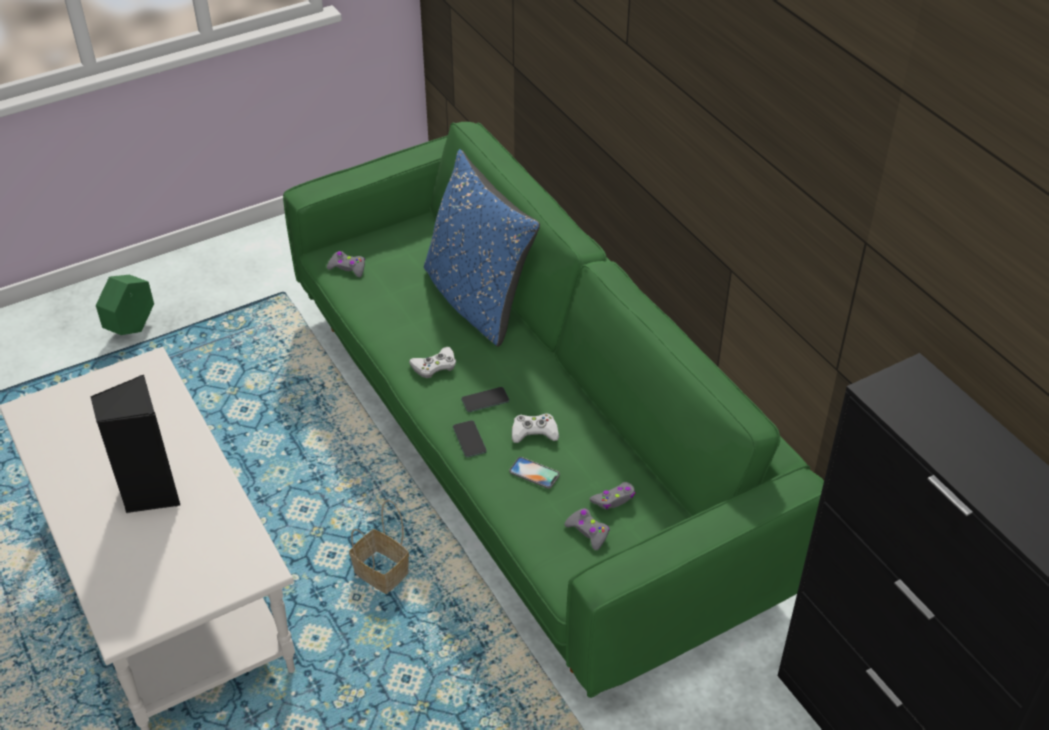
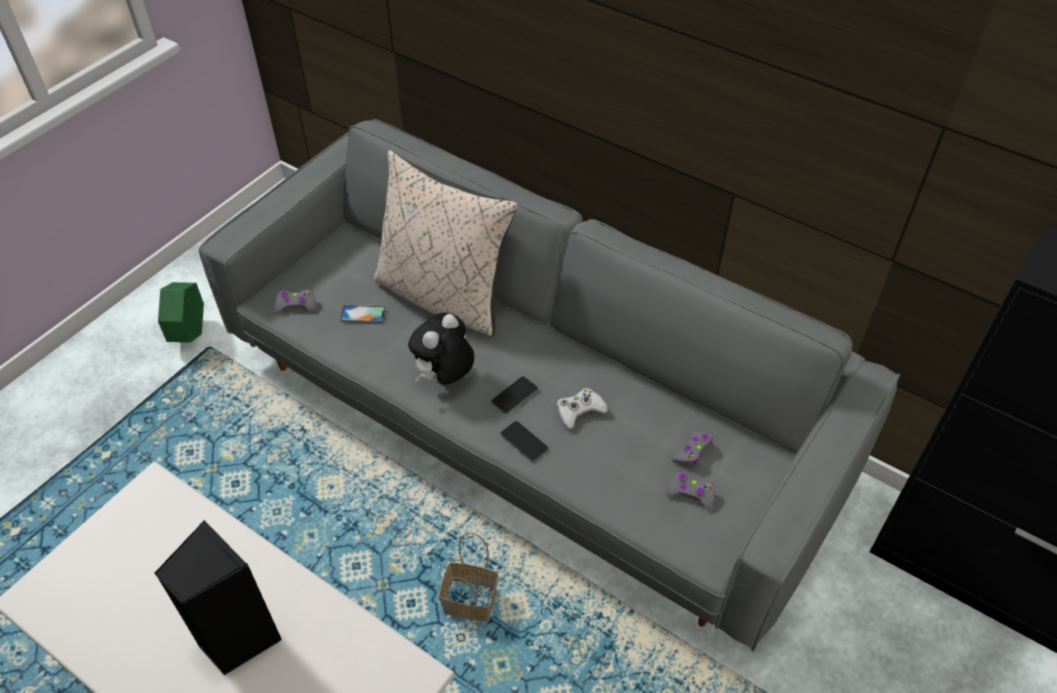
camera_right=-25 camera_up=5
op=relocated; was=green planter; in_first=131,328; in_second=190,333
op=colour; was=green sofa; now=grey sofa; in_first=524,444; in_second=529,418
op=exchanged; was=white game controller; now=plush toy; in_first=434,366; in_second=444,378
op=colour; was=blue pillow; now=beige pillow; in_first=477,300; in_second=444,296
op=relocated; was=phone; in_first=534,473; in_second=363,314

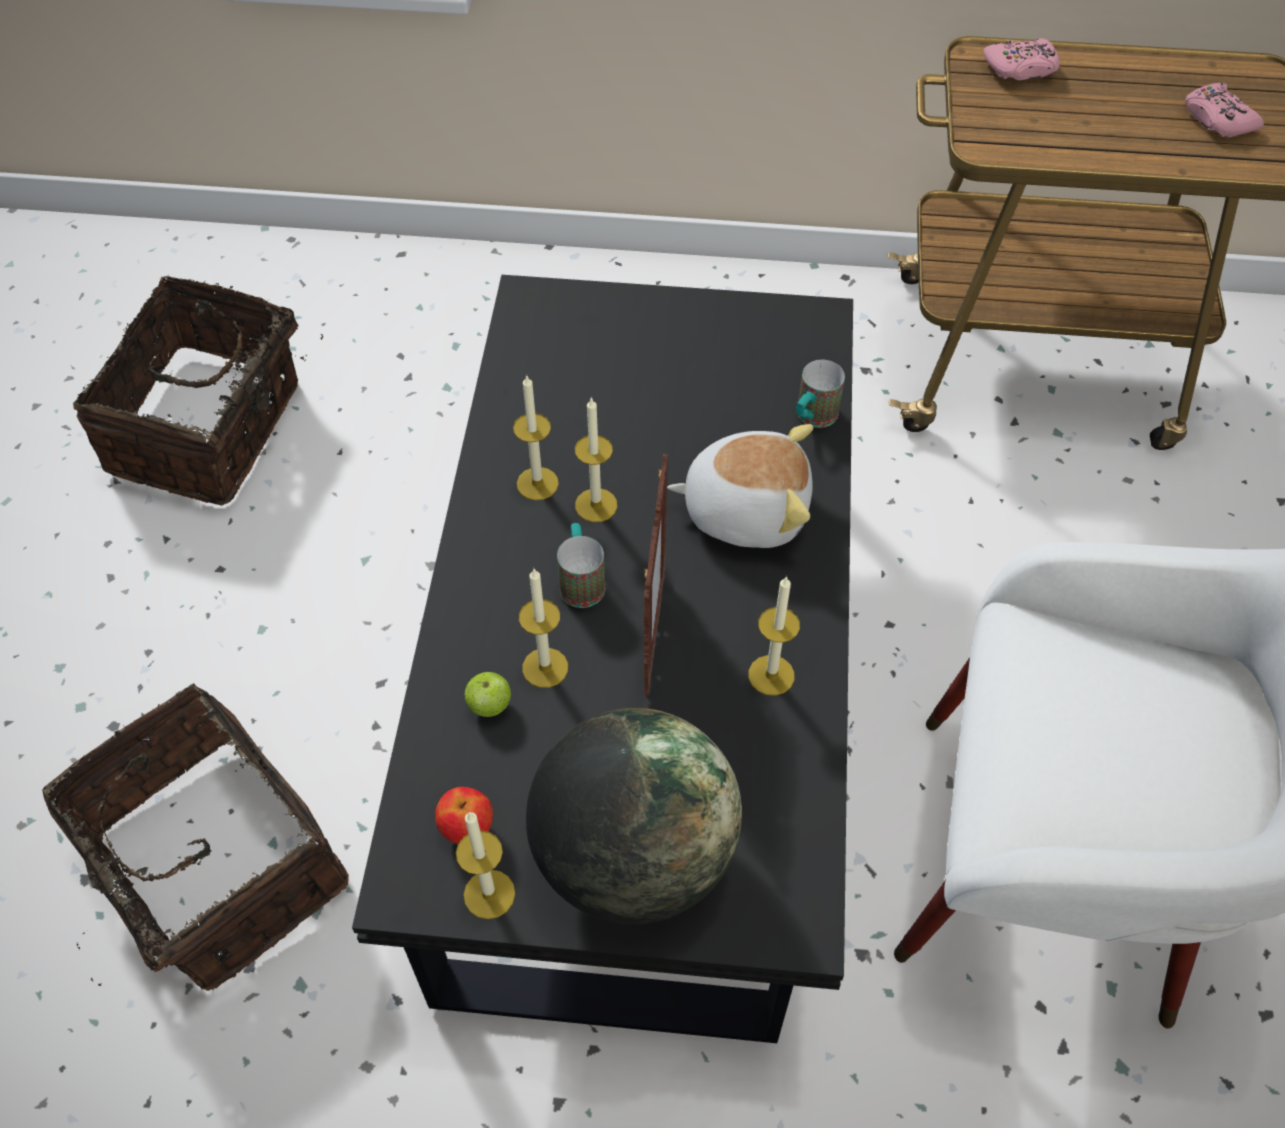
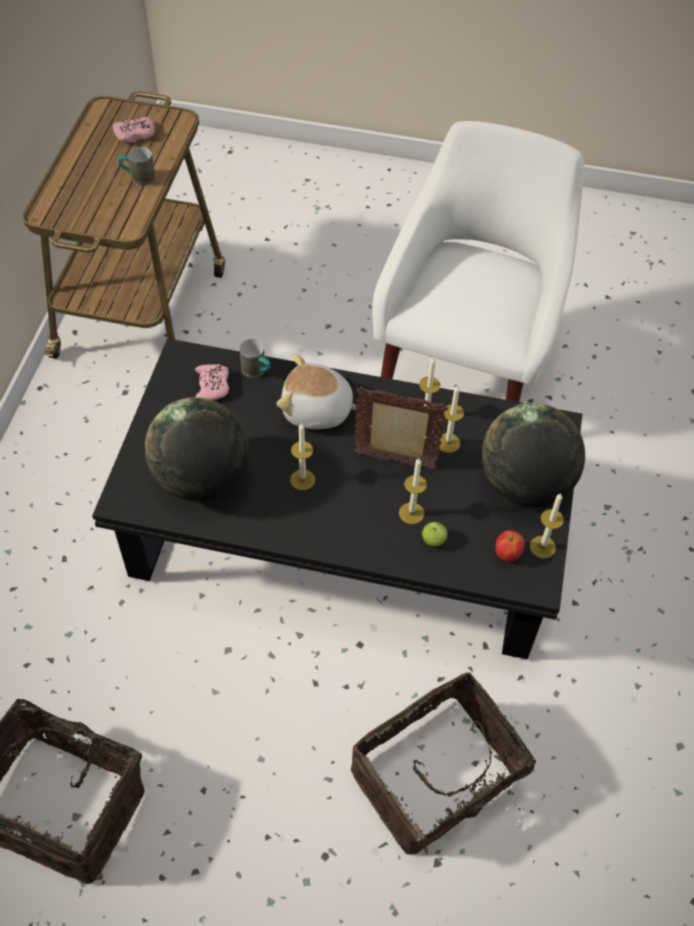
camera_right=-85 camera_up=0
op=relocated; was=candle; in_first=537,483; in_second=448,443
op=relocated; was=mug; in_first=581,580; in_second=138,178
op=spun; was=plush toy; in_first=746,509; in_second=317,410; clockwise=-90
op=relocated; was=pink game controller; in_first=1021,68; in_second=212,386
op=appeared; now=globe; in_second=202,479

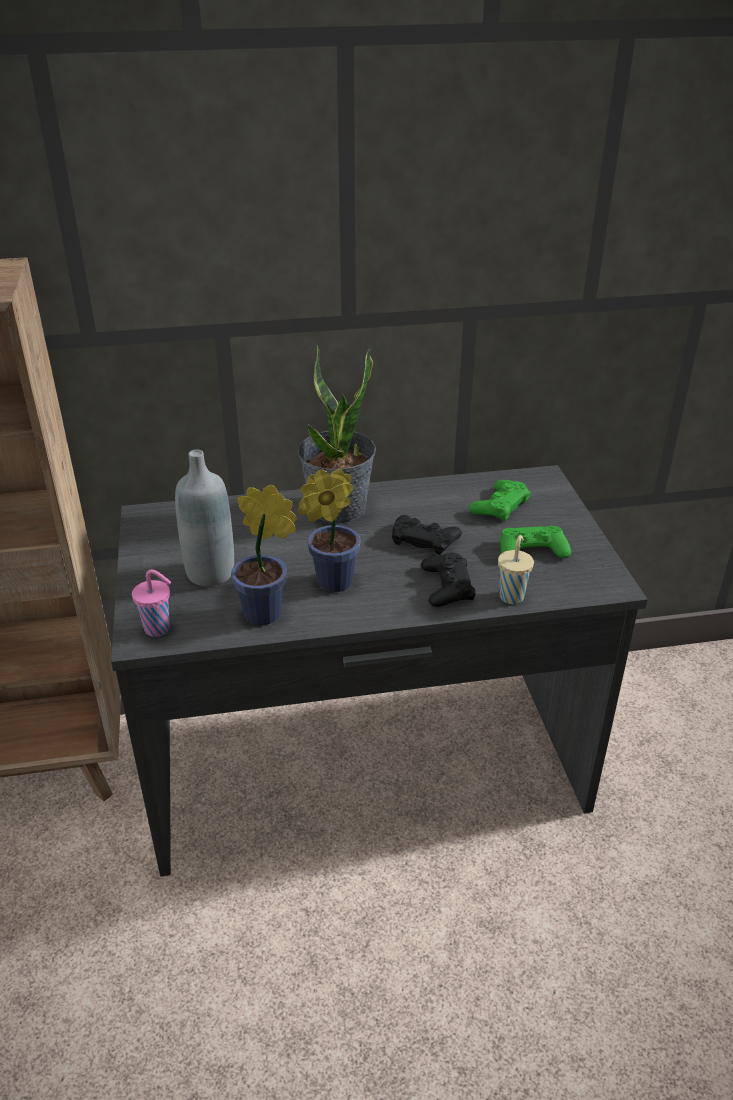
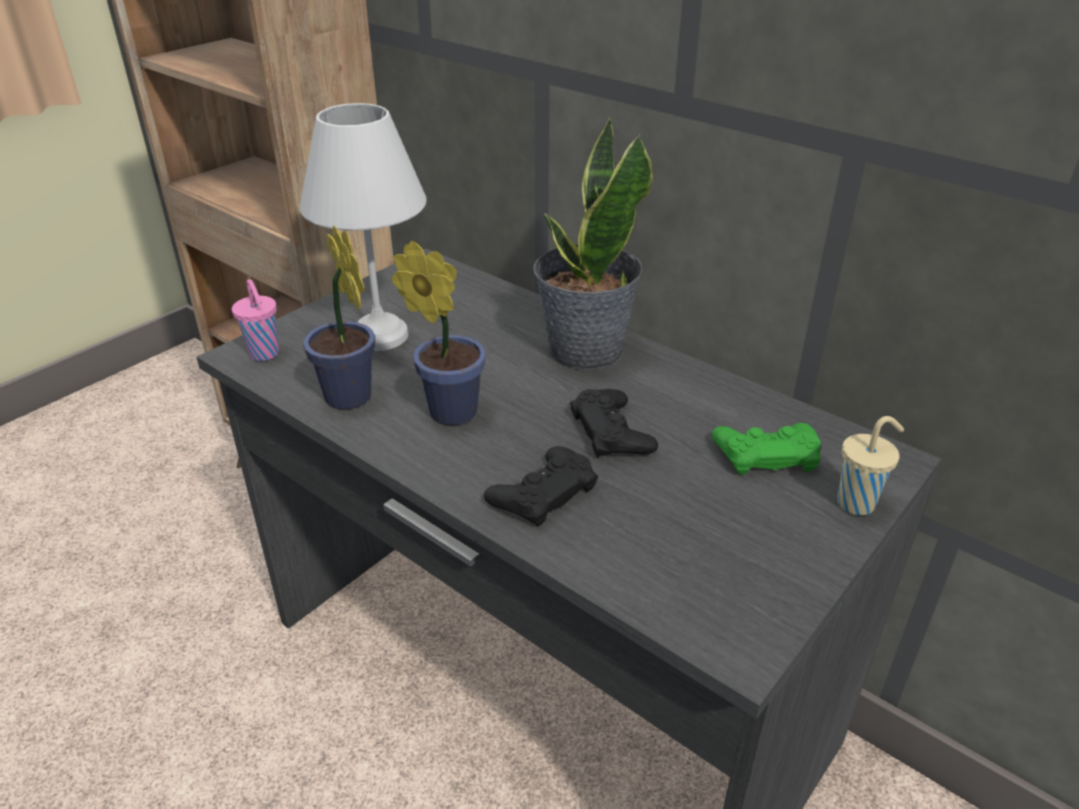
camera_right=50 camera_up=0
op=exchanged; was=grey bottle; now=white table lamp; in_first=210,573; in_second=379,337
op=relocated; was=beige cup; in_first=512,596; in_second=858,503
op=missing; was=green game controller; in_first=532,549

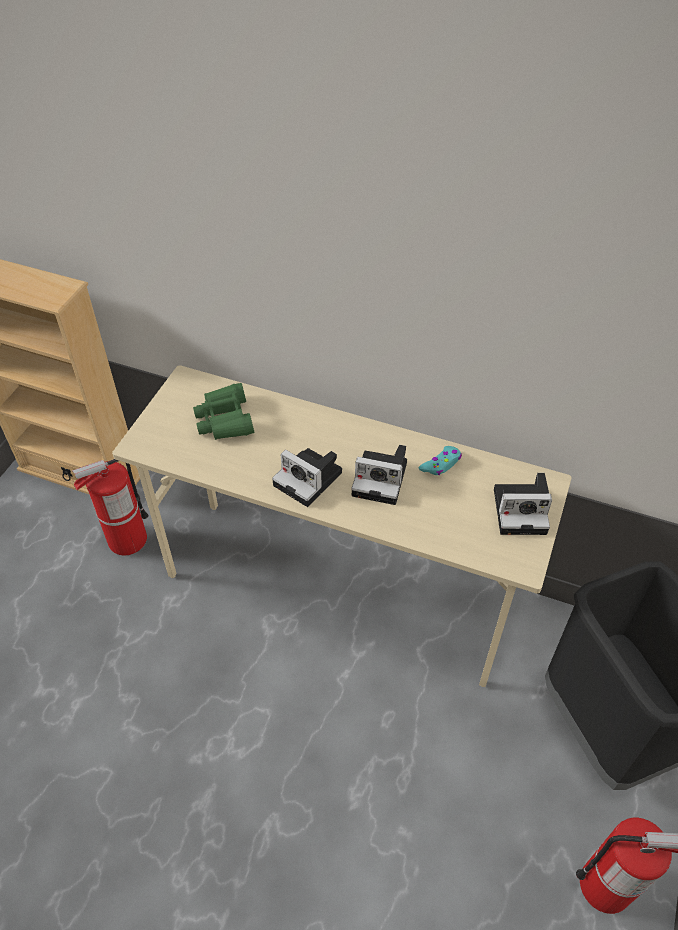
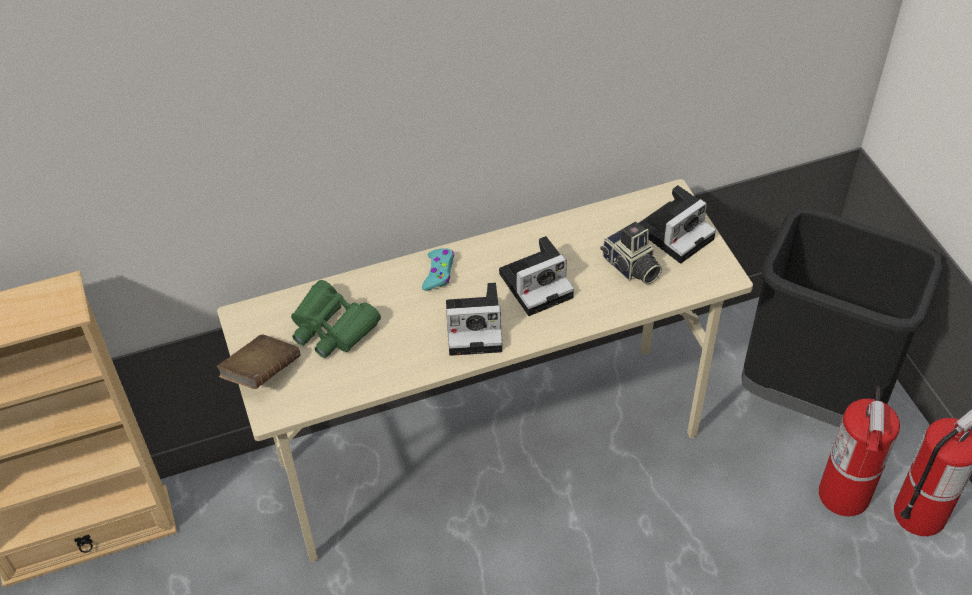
camera_right=-40 camera_up=0
op=relocated; was=fire extinguisher; in_first=127,540; in_second=844,495
op=relocated; was=turquoise game controller; in_first=441,464; in_second=438,273
op=appeared; now=brown book; in_second=261,373
op=appeared; now=photo camera; in_second=630,268

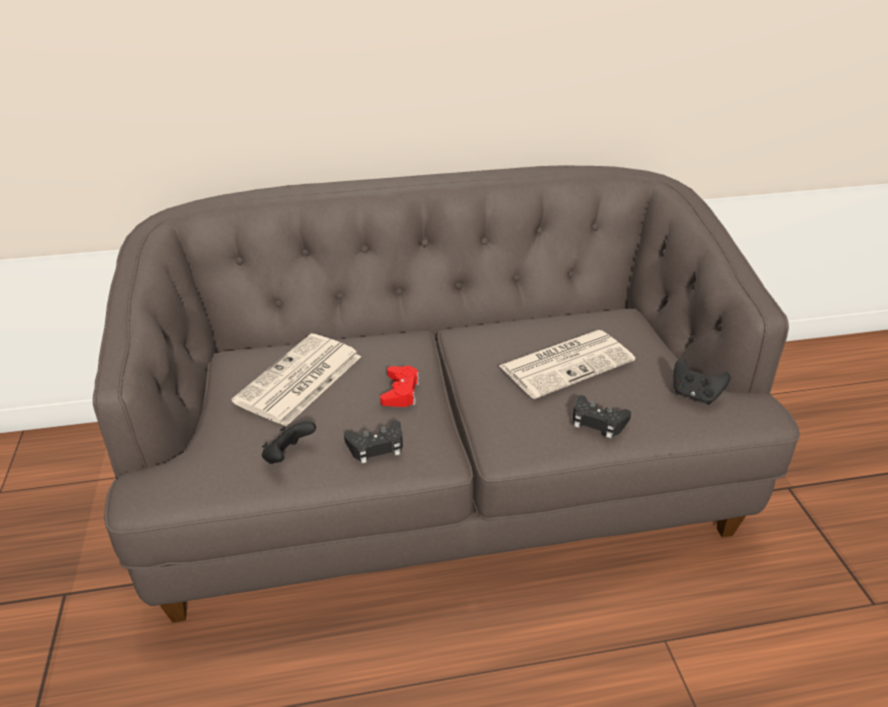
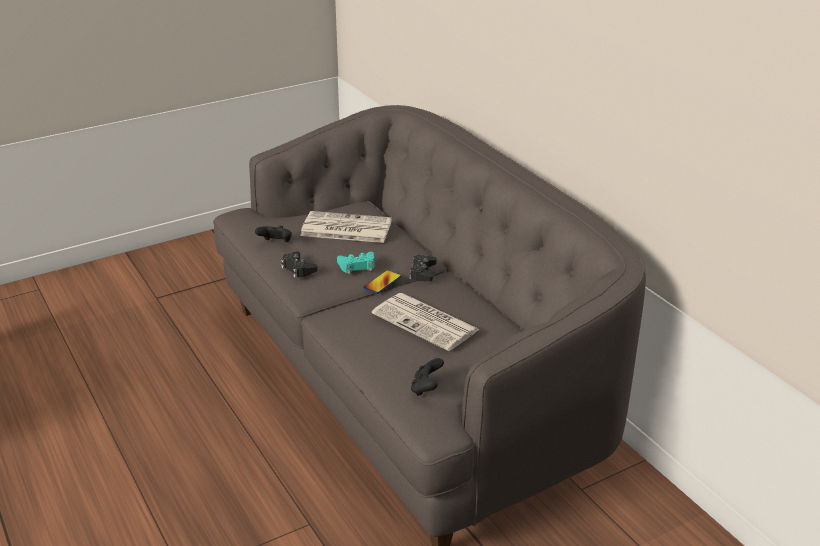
camera_right=70 camera_up=-5
op=colour; was=red game controller; now=turquoise game controller; in_first=401,392; in_second=357,266
op=relocated; was=black game controller; in_first=598,421; in_second=422,272
op=appeared; now=phone; in_second=382,282

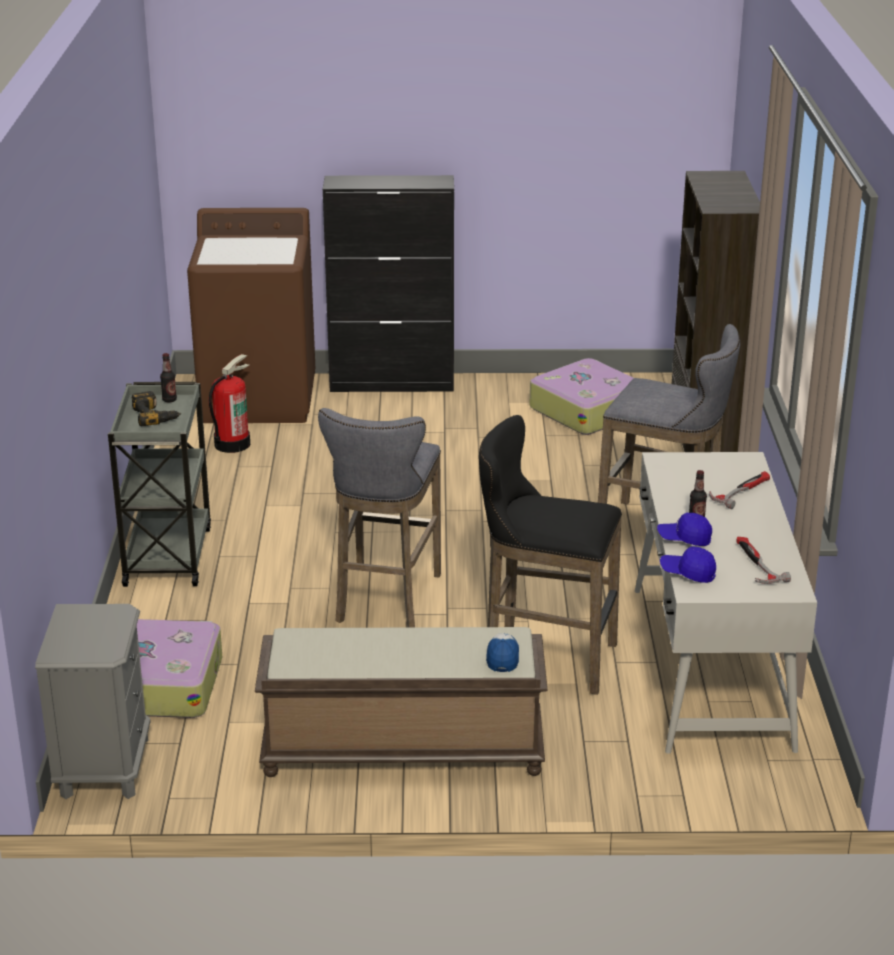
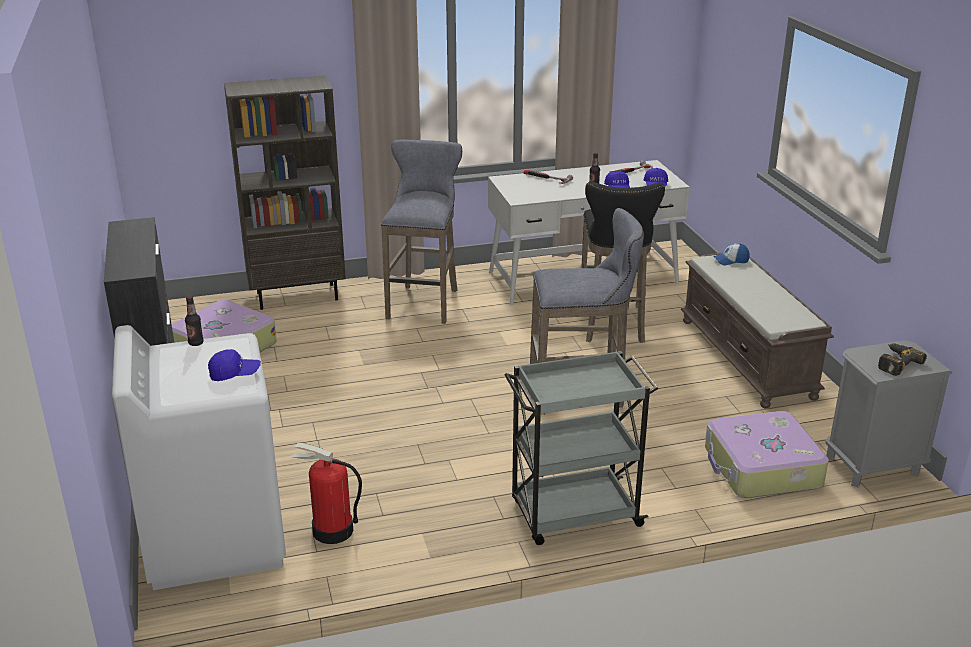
camera_right=-105 camera_up=0
op=relocated; was=power drill; in_first=156,415; in_second=894,362
op=relocated; was=bottle; in_first=169,400; in_second=196,343
op=colour; was=brown washing machine; now=white washing machine; in_first=259,399; in_second=214,537
op=appeared; now=blue cap; in_second=235,374

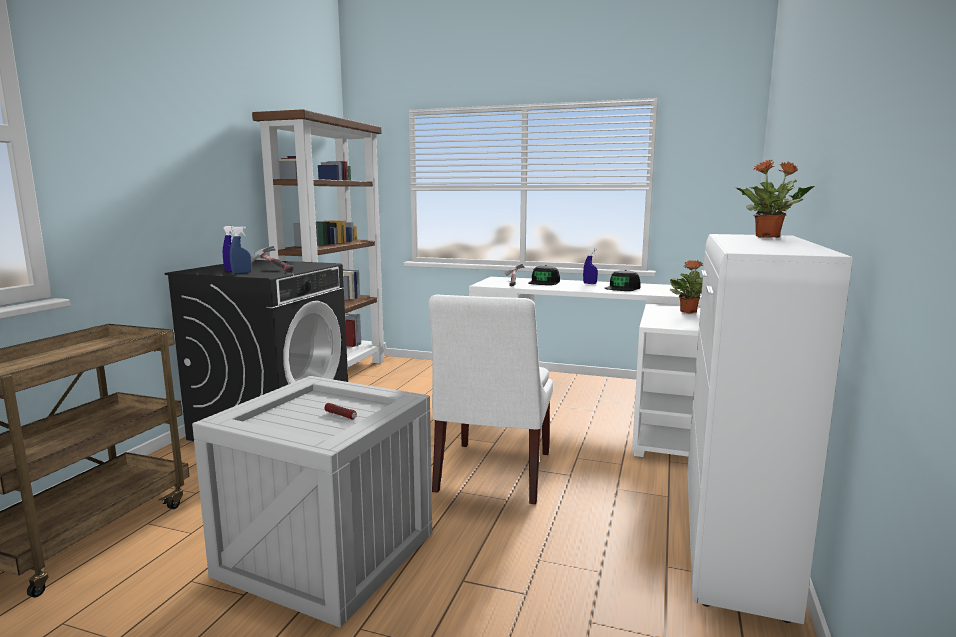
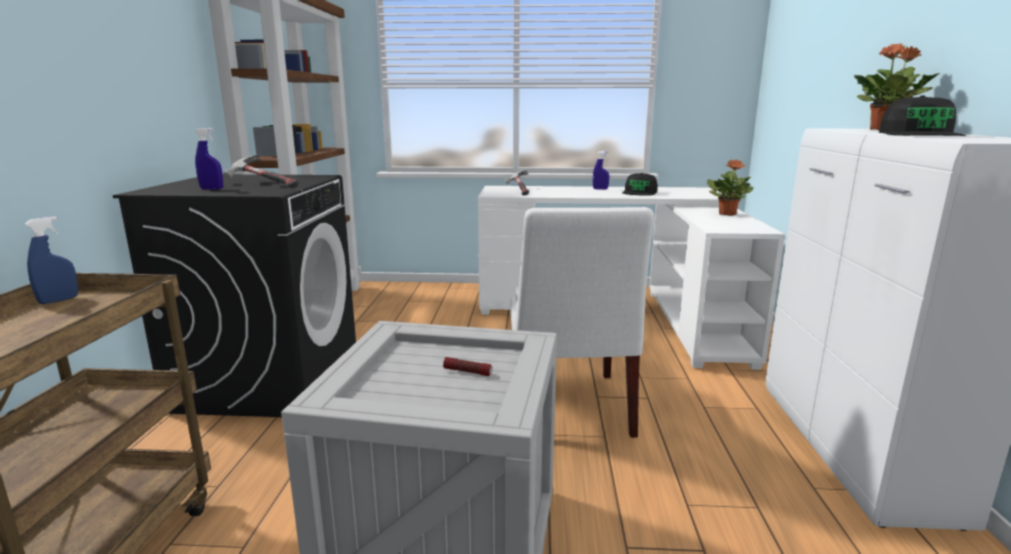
camera_right=-15 camera_up=5
op=relocated; was=blue spray bottle; in_first=241,273; in_second=59,300
op=relocated; was=black cap; in_first=544,282; in_second=920,134

